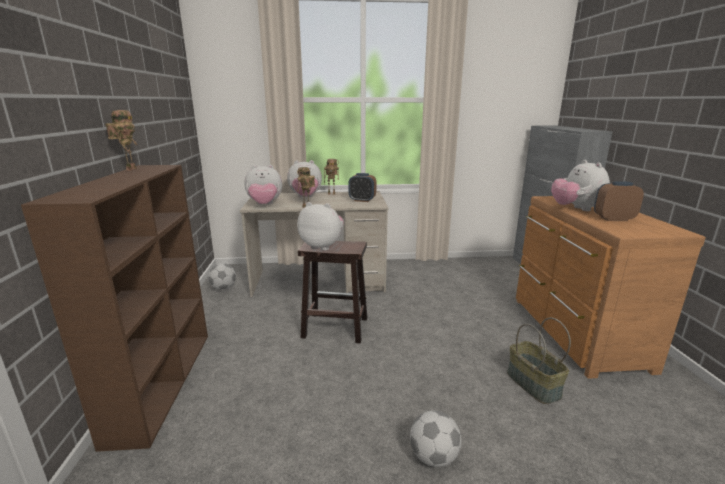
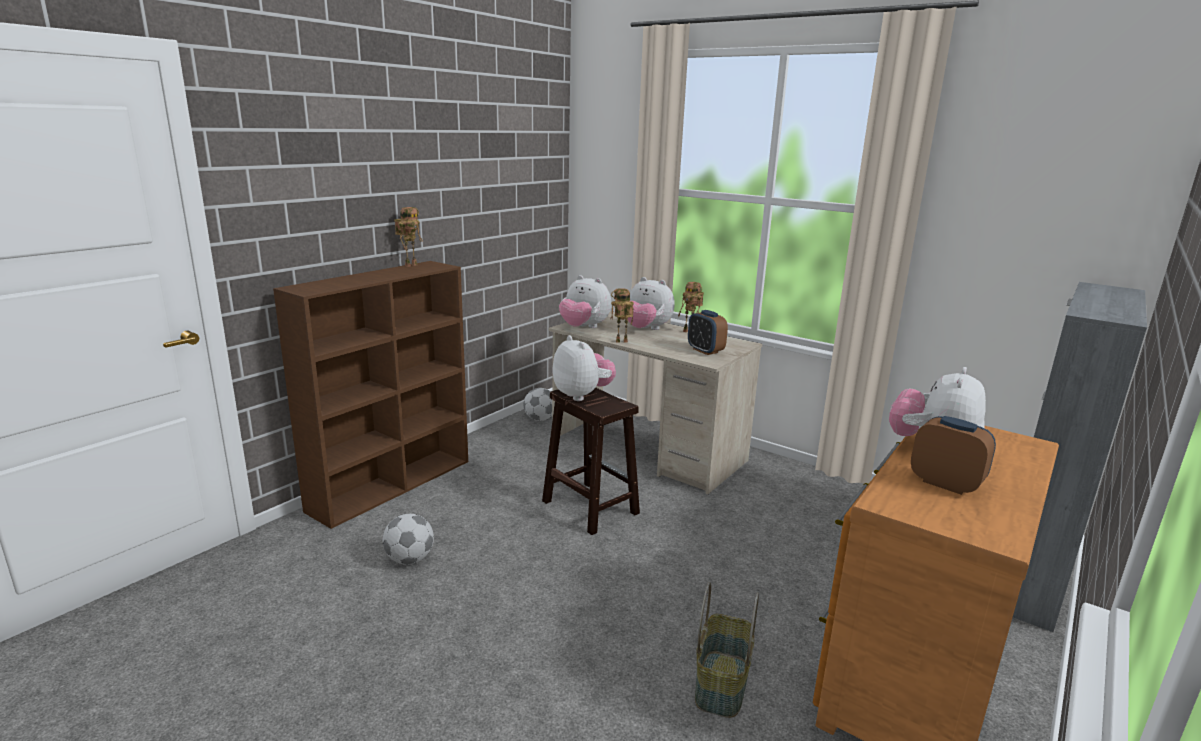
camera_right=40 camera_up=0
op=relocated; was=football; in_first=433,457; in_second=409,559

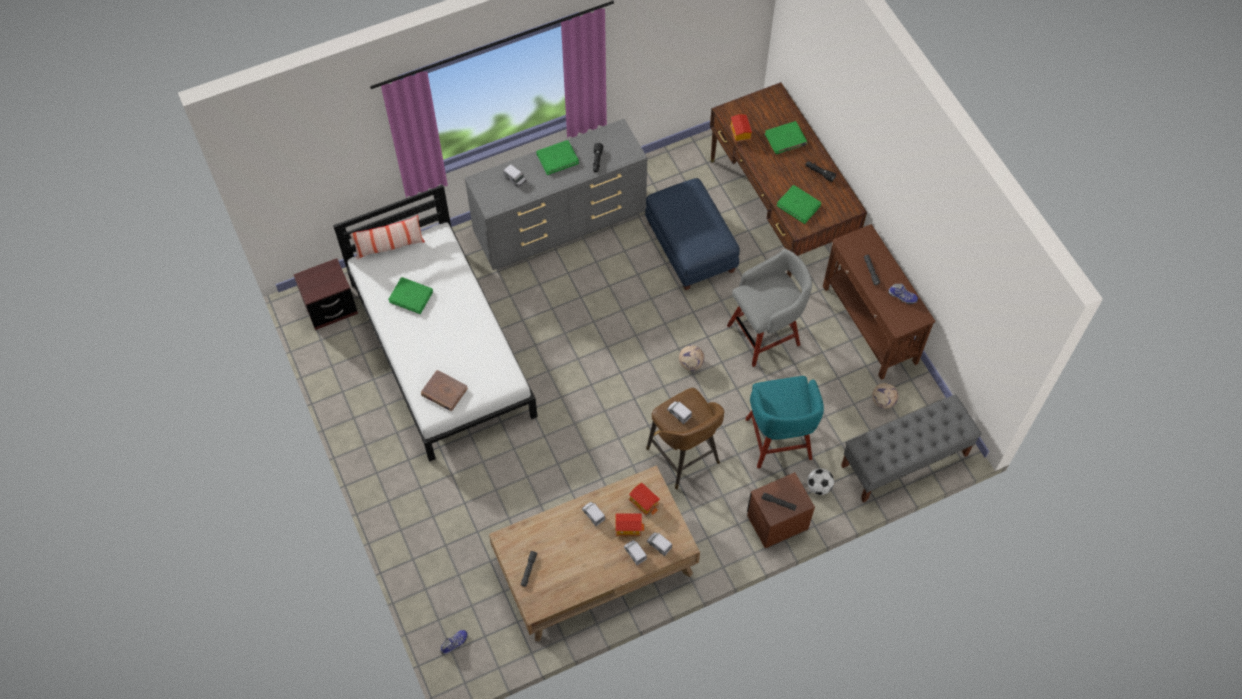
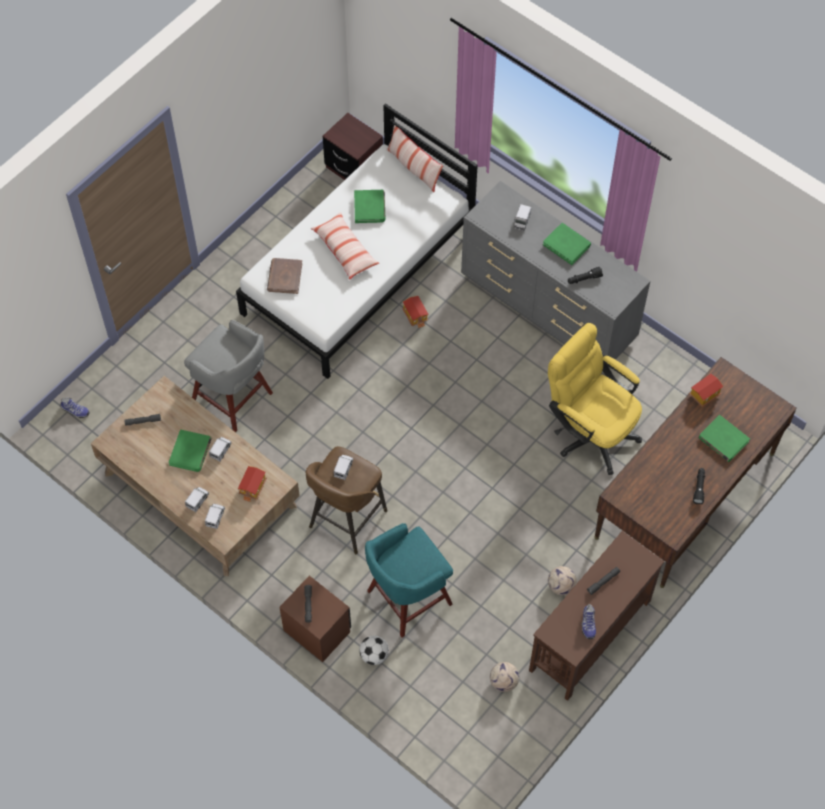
camera_right=65 camera_up=0
op=relocated; was=toy house; in_first=628,527; in_second=415,315
op=exchanged; was=blue ottoman; now=yellow office chair; in_first=690,246; in_second=589,431
op=relocated; was=football; in_first=691,363; in_second=561,586
op=relocated; was=grey stool; in_first=765,334; in_second=234,398
op=relocated; was=green book; in_first=799,205; in_second=190,452
op=missing; was=grey bench; in_first=904,460
op=appeared; now=pillow; in_second=345,250

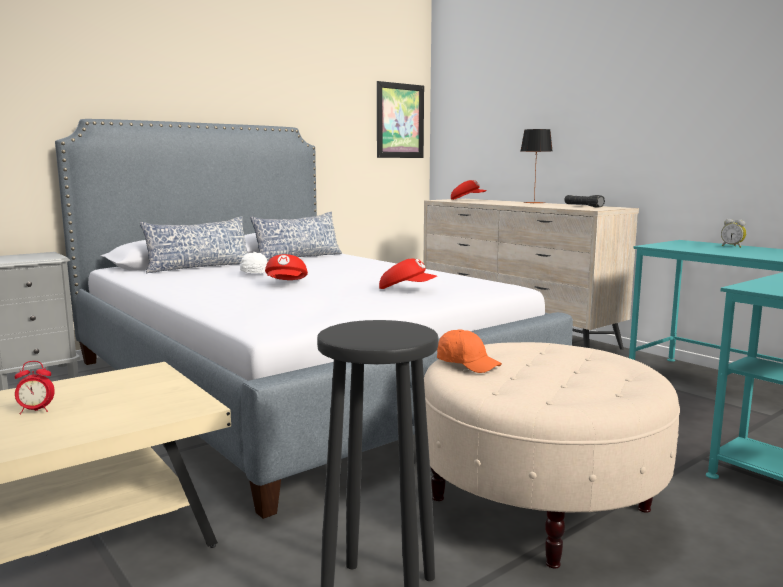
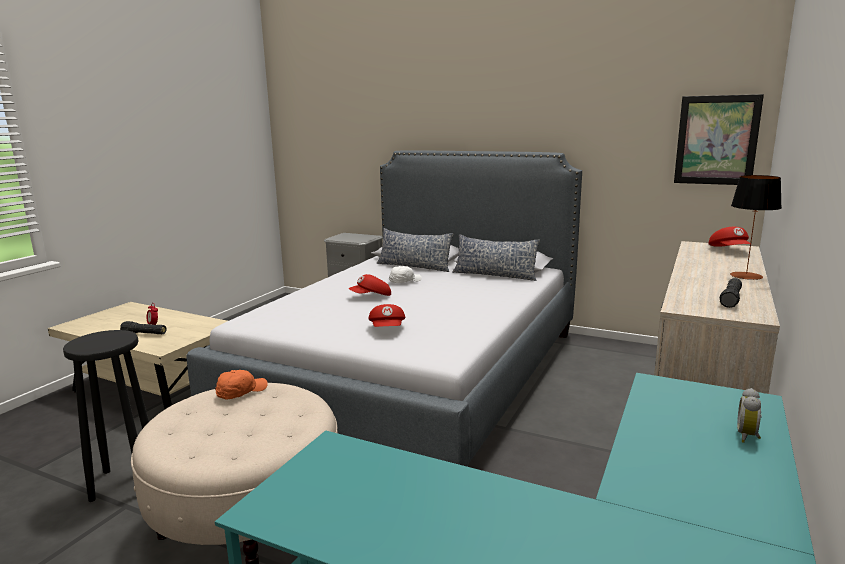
camera_right=65 camera_up=5
op=spun; was=orange cap; in_first=467,364; in_second=241,392; clockwise=-150
op=appeared; now=black flashlight; in_second=144,334

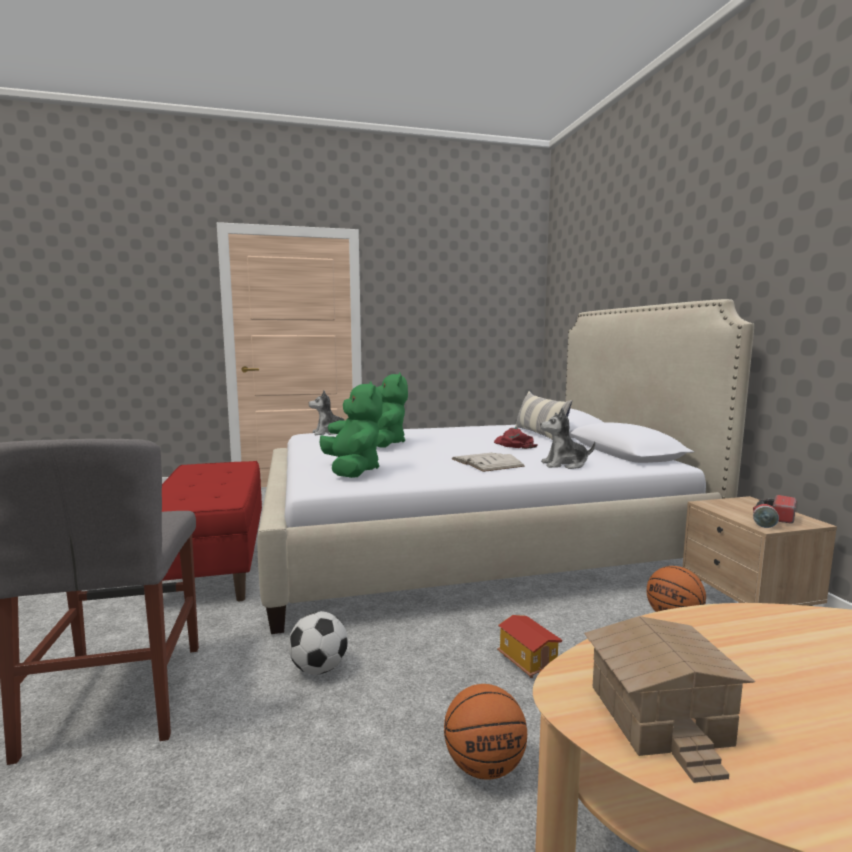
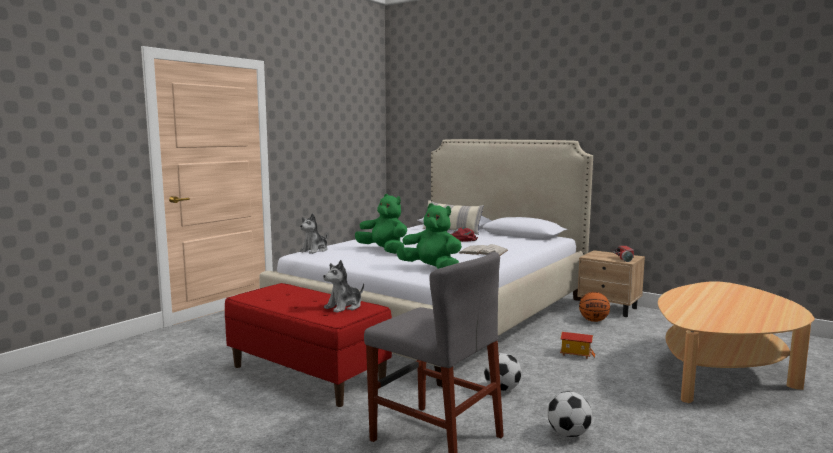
camera_right=-40 camera_up=0
op=missing; was=basketball; in_first=484,766
op=relocated; was=plush toy; in_first=564,465; in_second=344,307
op=missing; was=toy house; in_first=661,714
op=appeared; now=football; in_second=568,434

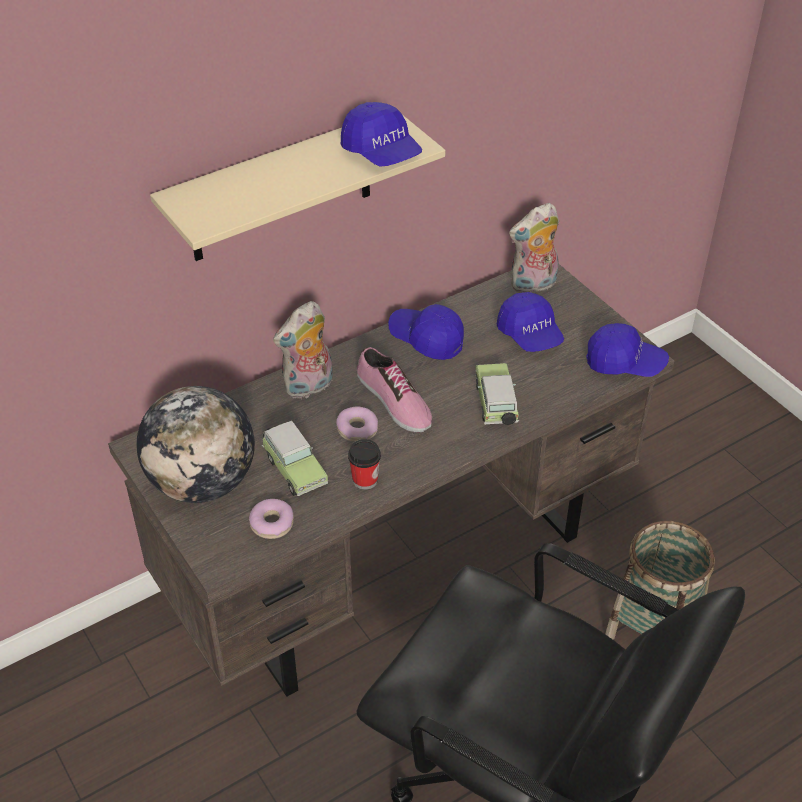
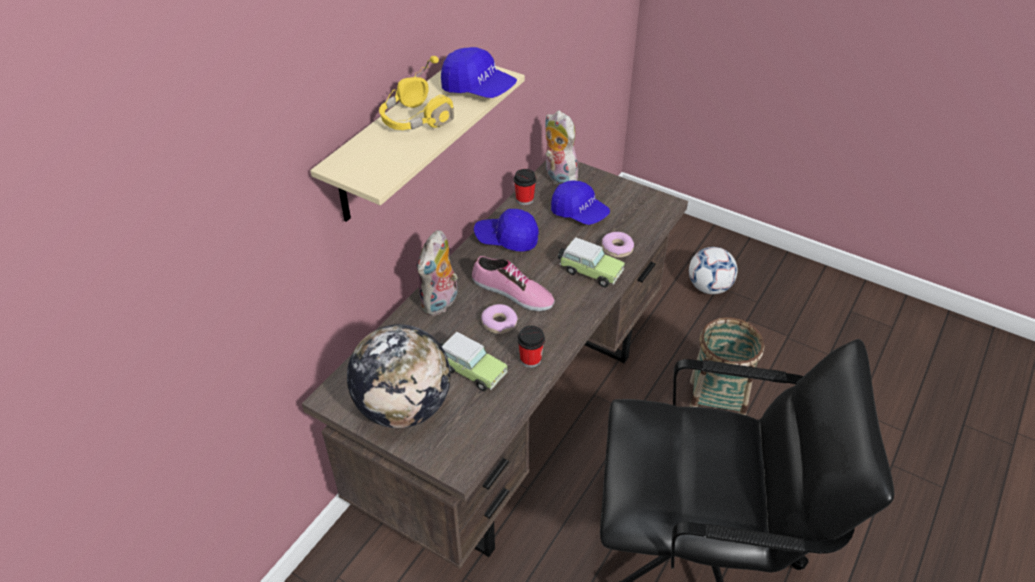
camera_right=-25 camera_up=0
op=relocated; was=donut; in_first=272,523; in_second=617,248
op=spun; was=toy car; in_first=495,406; in_second=589,271; clockwise=150
op=spun; was=plush toy; in_first=533,285; in_second=558,177; clockwise=105
op=missing; was=blue cap; in_first=625,363
op=appeared; now=yellow headphones; in_second=415,120
op=appeared; now=cup; in_second=524,199
op=appeared; now=football; in_second=709,287

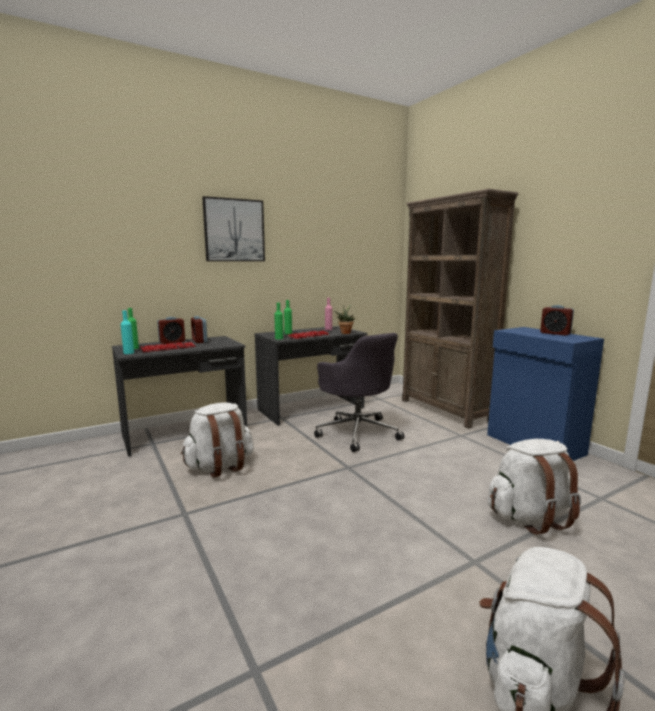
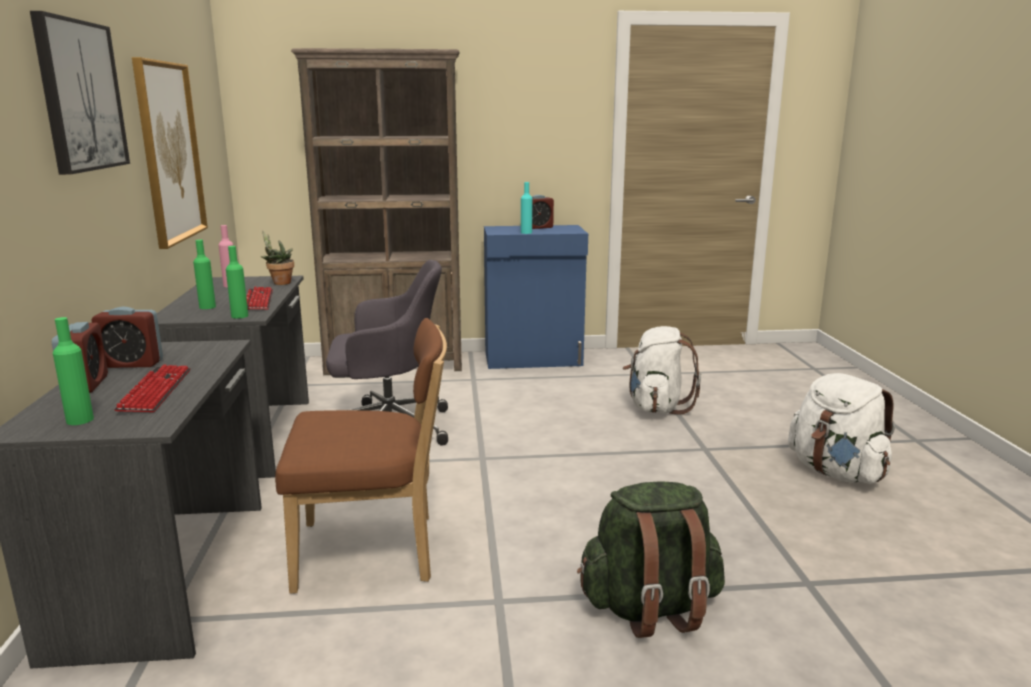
camera_right=-65 camera_up=5
op=relocated; was=turquoise bottle; in_first=128,353; in_second=526,233
op=exchanged; was=white backpack; now=brown chair; in_first=220,467; in_second=373,552
op=appeared; now=picture; in_second=169,152
op=appeared; now=green backpack; in_second=650,608

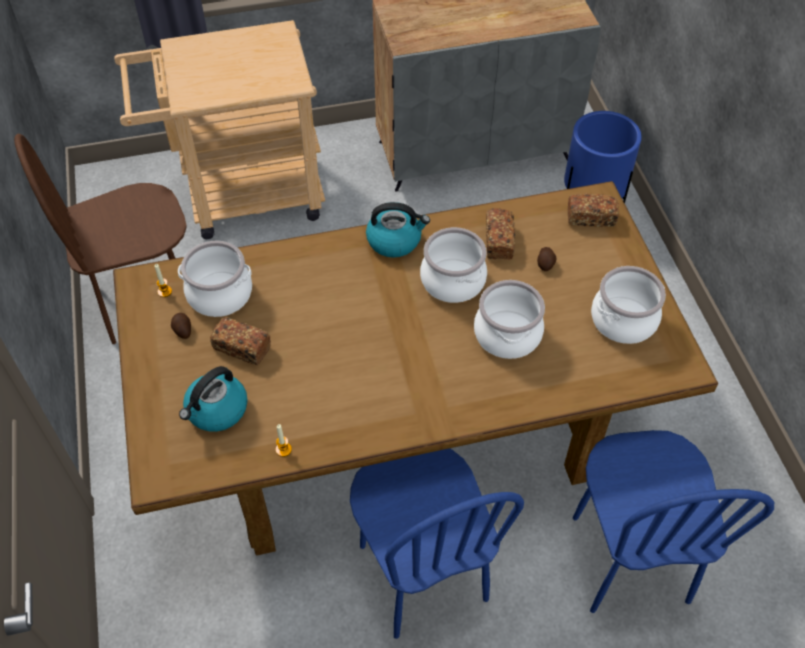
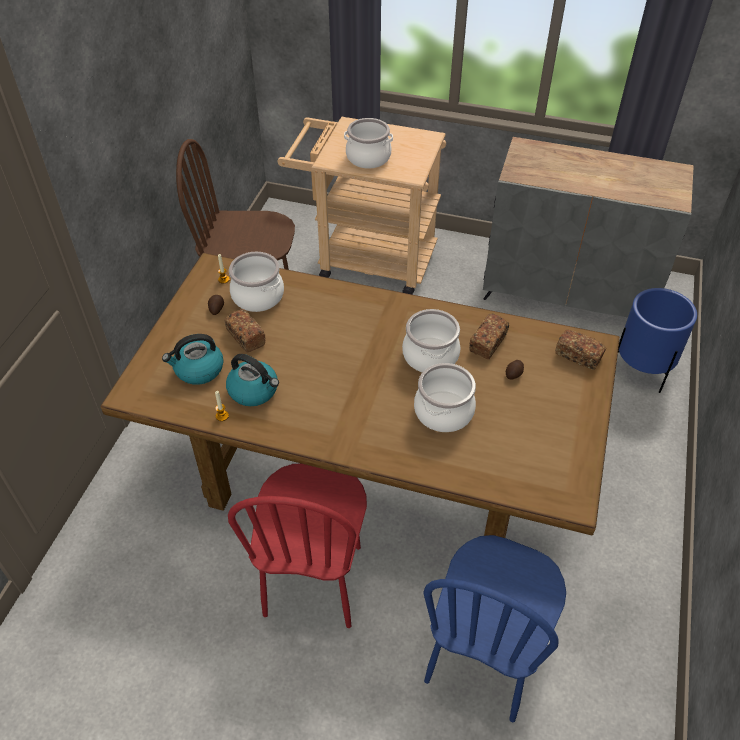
camera_right=30 camera_up=-5
op=colour; was=blue chair; now=red chair; in_first=421,573; in_second=314,580
op=relocated; was=kettle; in_first=395,240; in_second=254,391
op=relocated; was=cooking pot; in_first=624,321; in_second=368,158

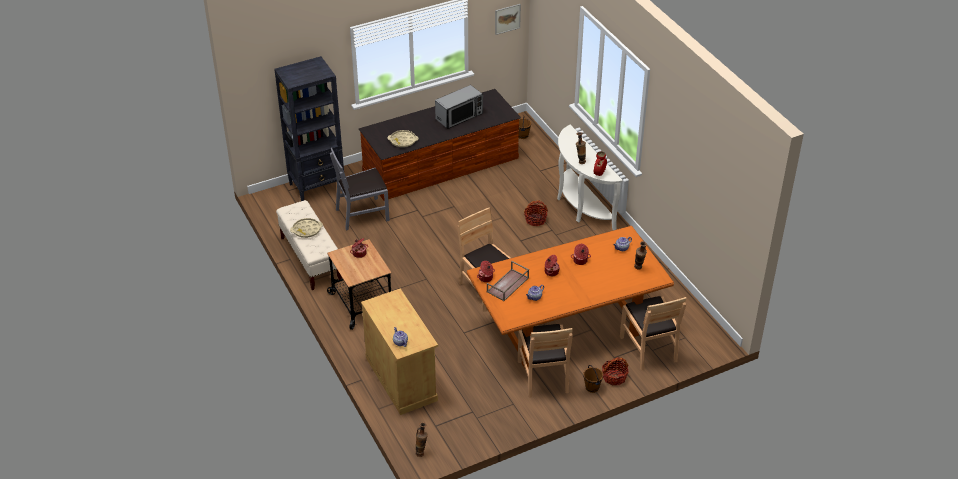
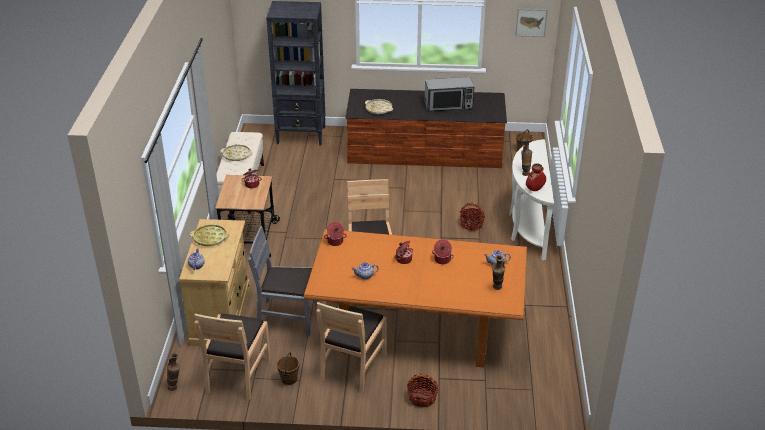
camera_right=30 camera_up=-5
op=relocated; was=grey chair; in_first=362,214; in_second=288,317
op=missing; was=brown tray; in_first=508,285
op=relocated; was=brown bucket; in_first=592,387; in_second=289,379
op=relocated; was=brown chair; in_first=649,348; in_second=237,374
op=appeared; now=yellow tray; in_second=210,238

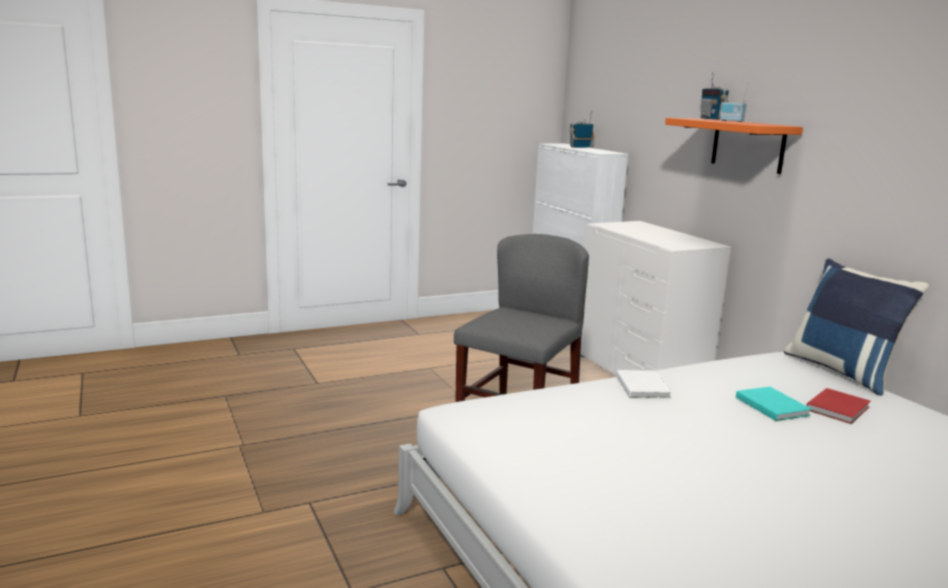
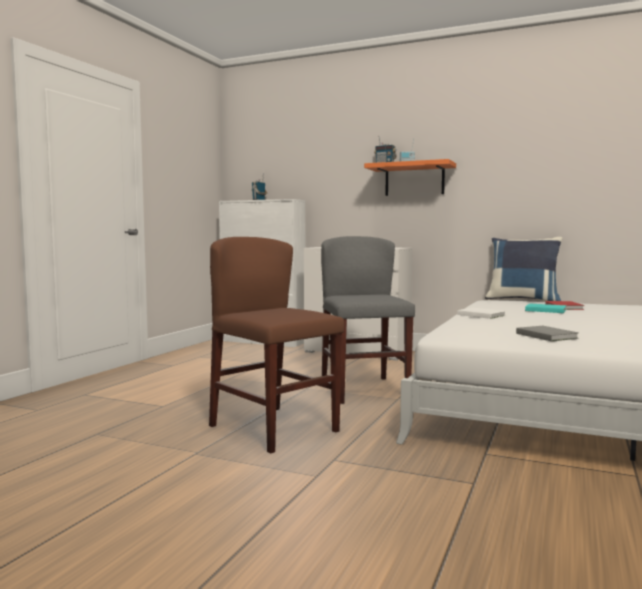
camera_right=-40 camera_up=-10
op=appeared; now=brown chair; in_second=274,428
op=appeared; now=grey book; in_second=546,335

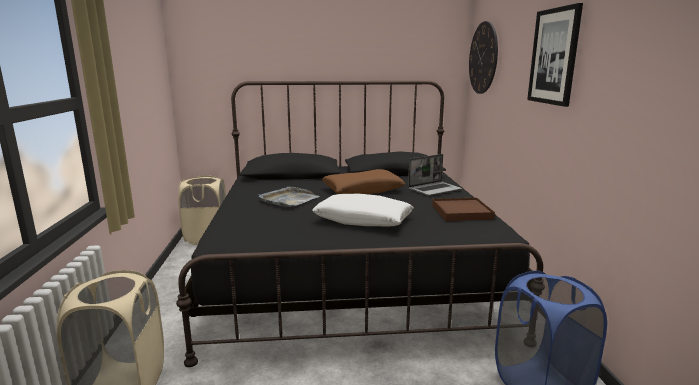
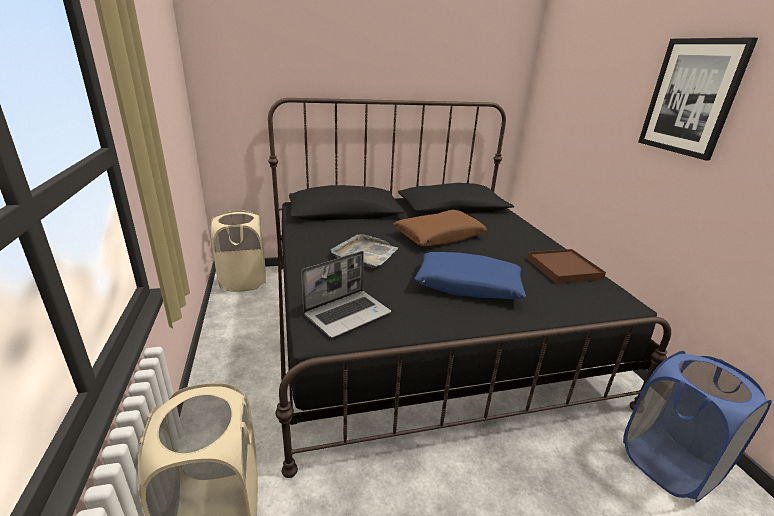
camera_right=-10 camera_up=10
op=colour; was=white pillow; now=blue pillow; in_first=363,220; in_second=468,285
op=relocated; was=laptop; in_first=434,189; in_second=348,313
op=missing; was=wall clock; in_first=483,58

